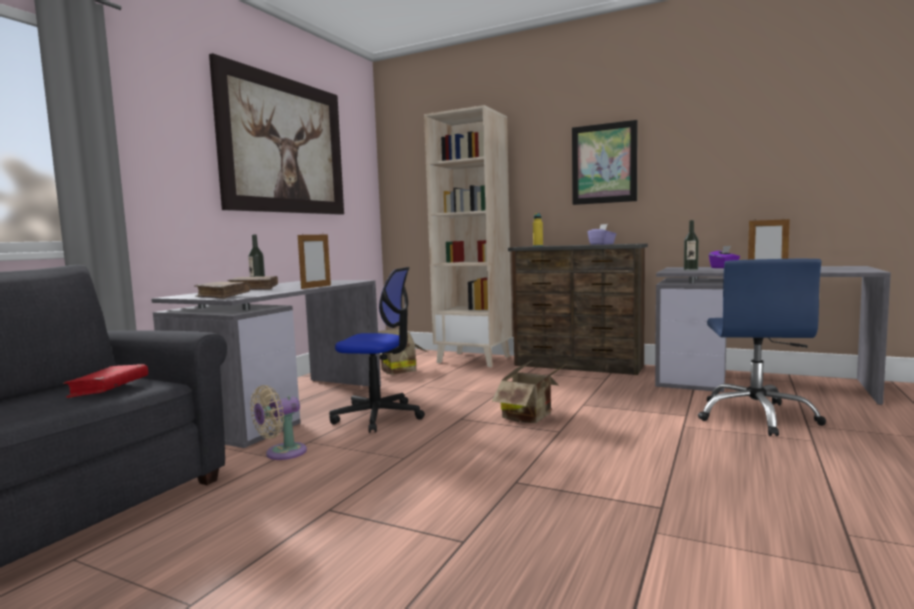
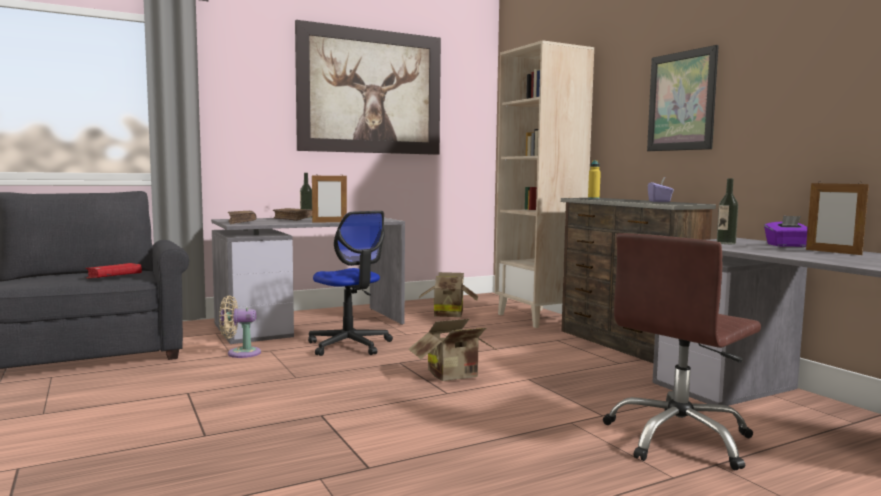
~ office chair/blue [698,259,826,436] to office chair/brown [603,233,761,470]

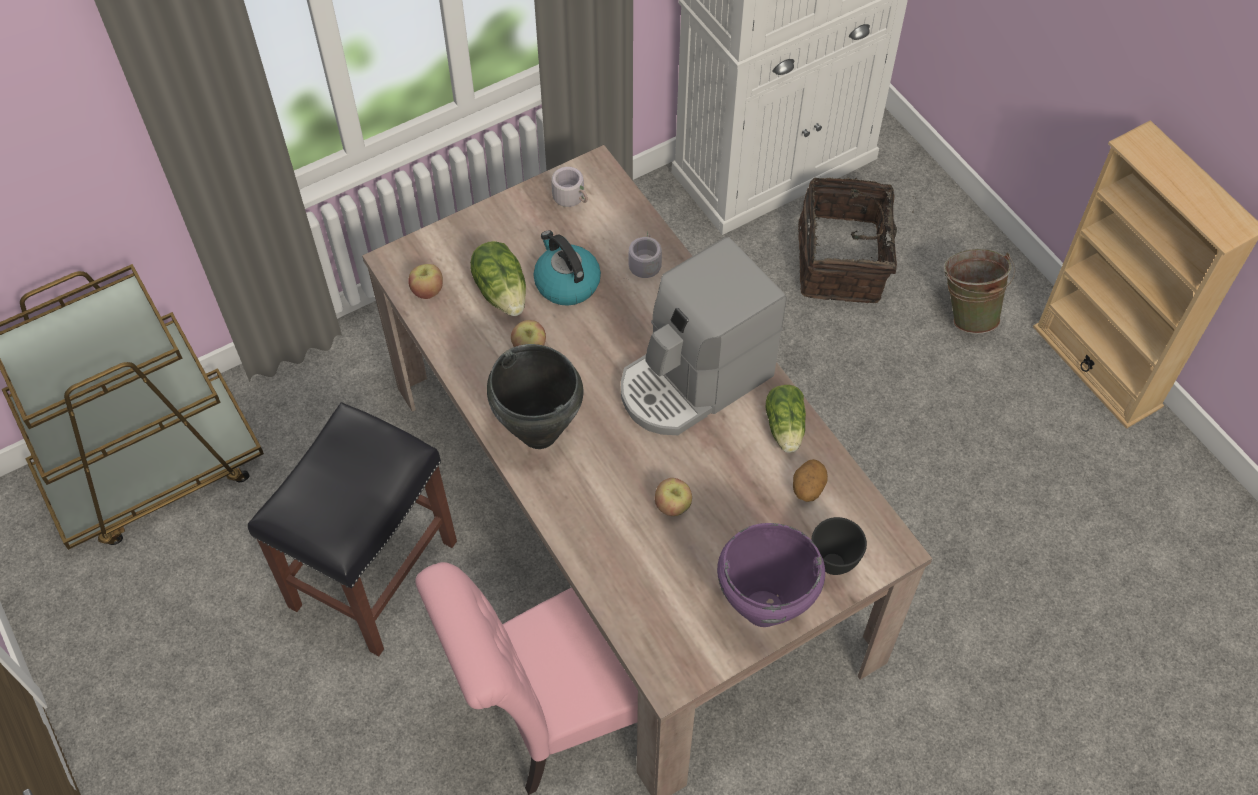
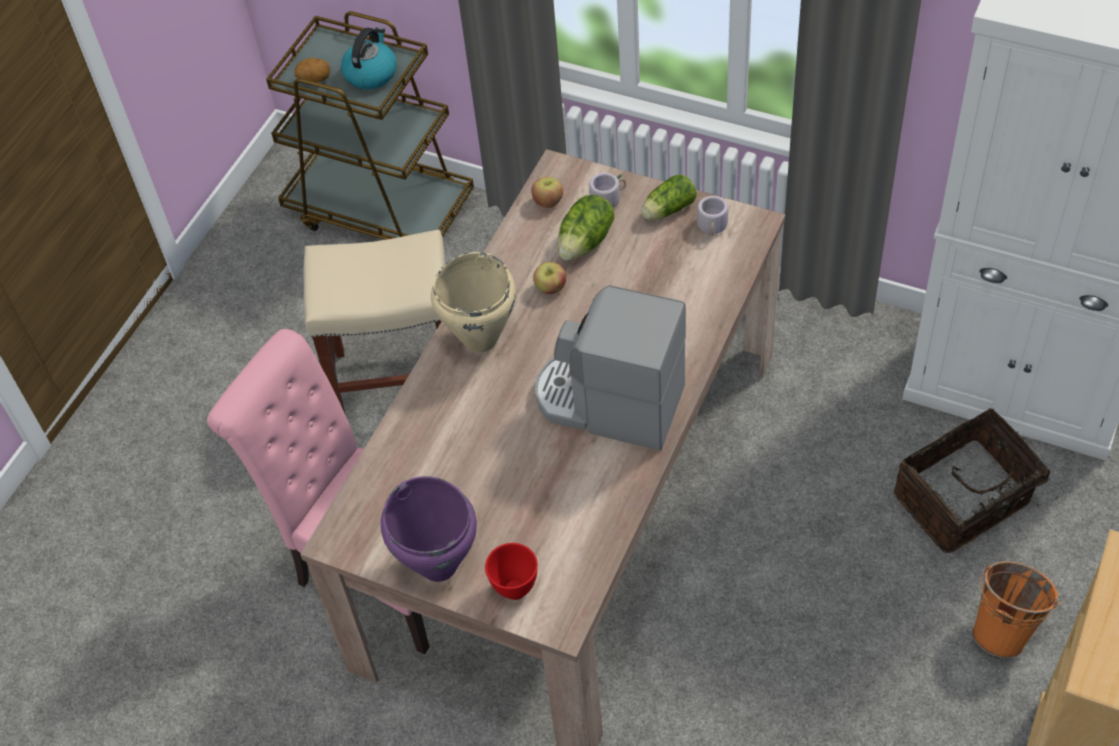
~ stool/black-coloured [248,402,457,656] to stool/beige [304,230,445,415]
~ cooking pot/black-coloured [487,344,584,449] to cooking pot/beige [431,252,516,353]
~ kettle [533,230,601,306] to [341,27,397,89]
~ mug/gray [624,231,662,279] to [583,173,626,208]
- apple fruit [655,478,692,516]
~ lettuce head [765,385,806,453] to [641,175,697,220]
~ potato [793,459,828,502] to [295,58,330,83]
~ bowl/black-coloured [812,517,867,575] to bowl/red-coloured [485,543,538,600]
~ pail/greenish [943,249,1015,334] to pail/orangey [972,561,1060,658]

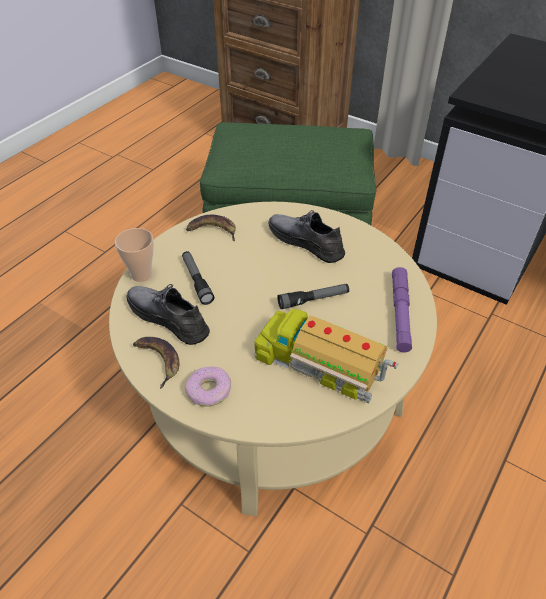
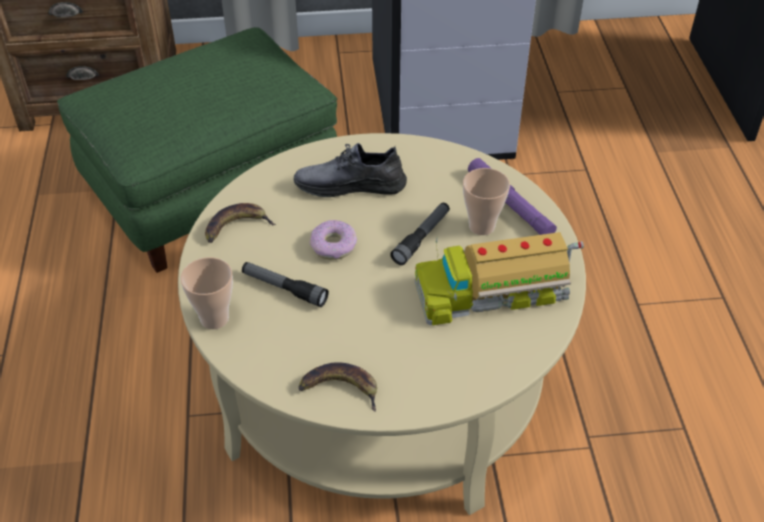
- item of footwear/gray [127,284,210,345]
~ ring doughnut [185,367,231,407] to [310,220,357,260]
+ small cup [463,168,510,235]

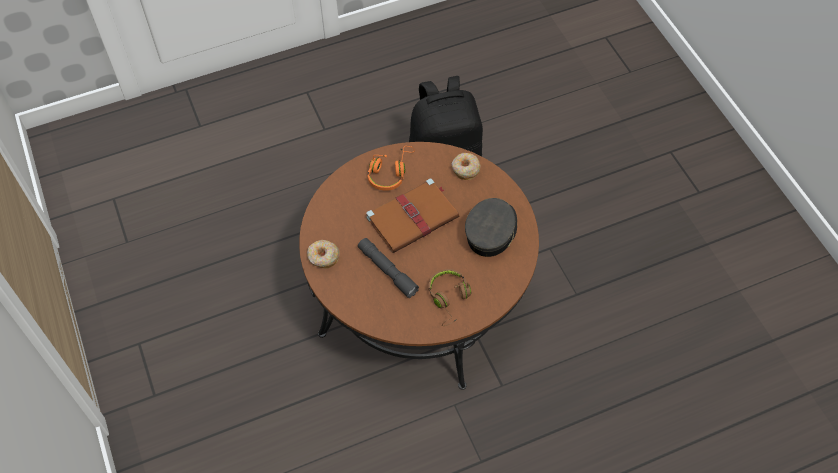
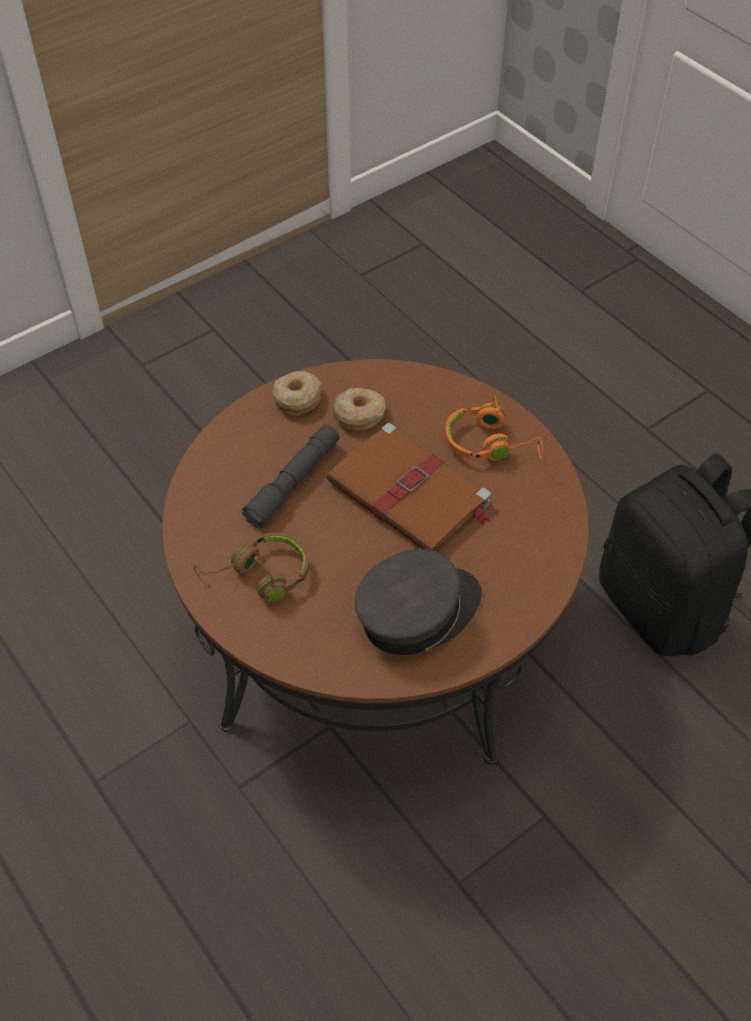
~ ring doughnut [452,153,481,180] to [332,388,386,430]
~ peaked cap/gray [465,198,517,257] = [355,549,482,655] 45 degrees counterclockwise

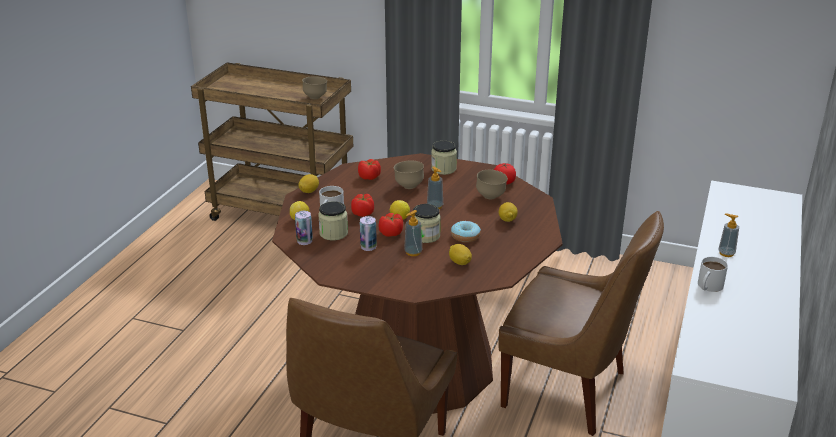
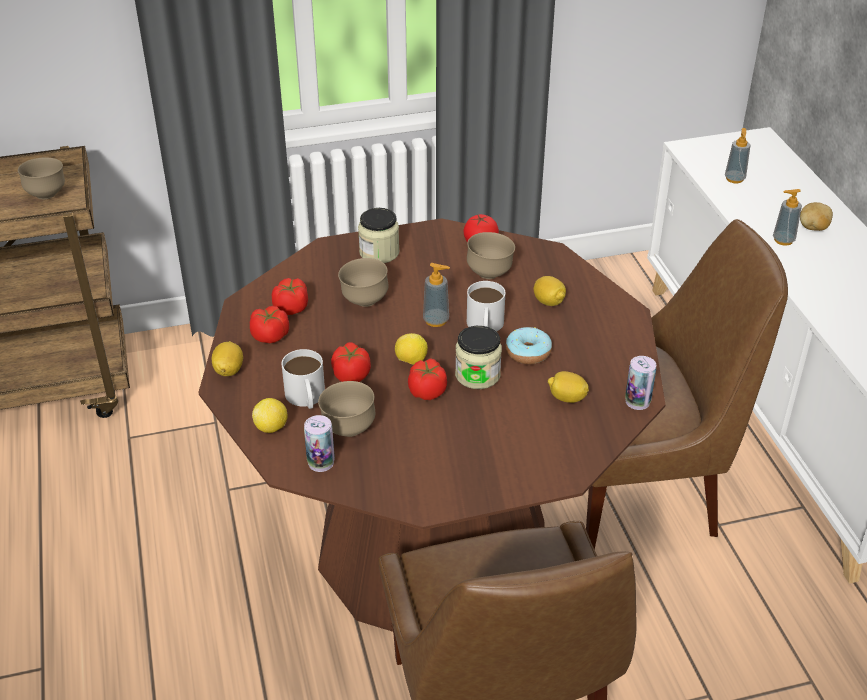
~ preserve jar [318,201,348,241] to bowl/brown [318,381,376,437]
~ sealed can [360,216,377,251] to [625,356,656,410]
~ liquid soap bottle [404,210,422,256] to [725,128,751,183]
~ mug/white-coloured [698,257,728,292] to [467,281,505,332]
+ tomato [250,306,289,343]
+ potato [800,202,833,231]

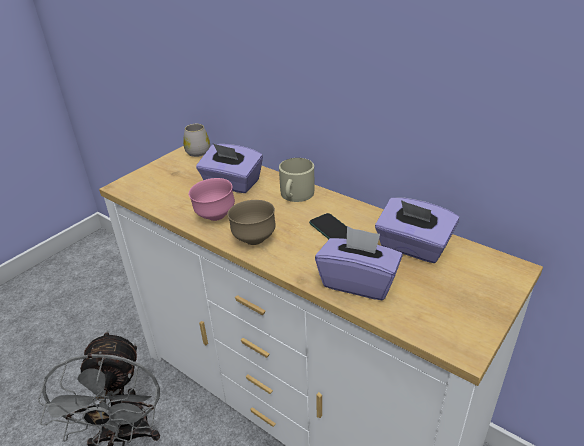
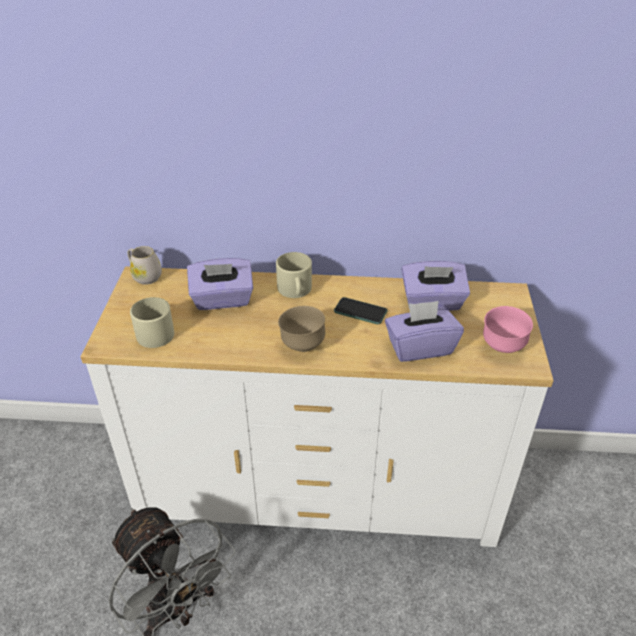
~ bowl/pink [189,178,235,221] to [483,306,533,353]
+ mug/beige [130,297,174,348]

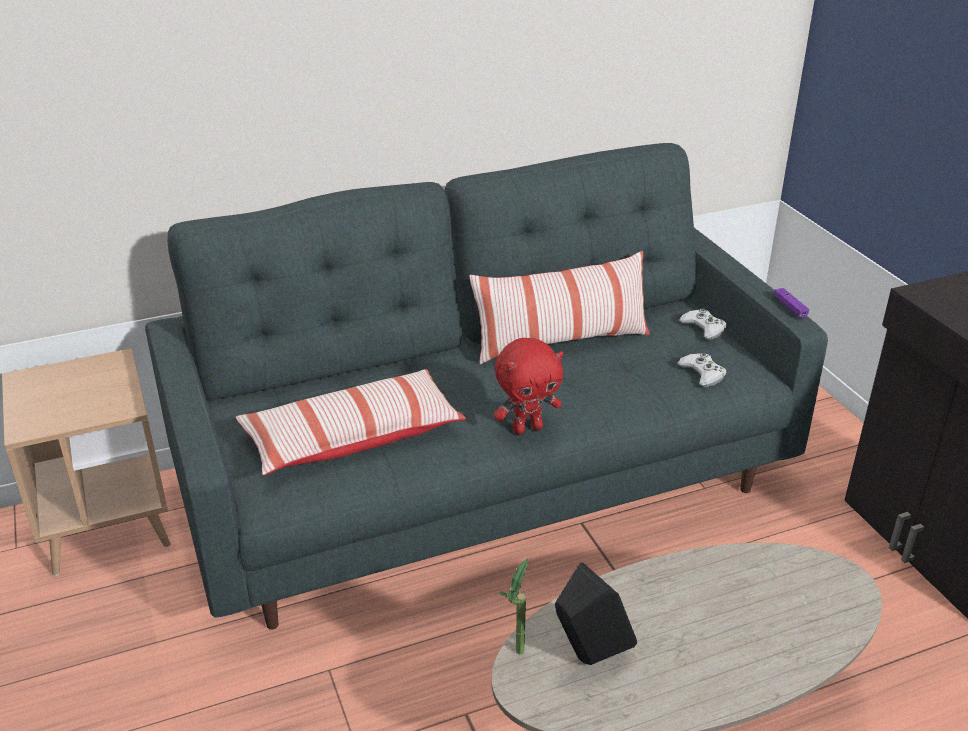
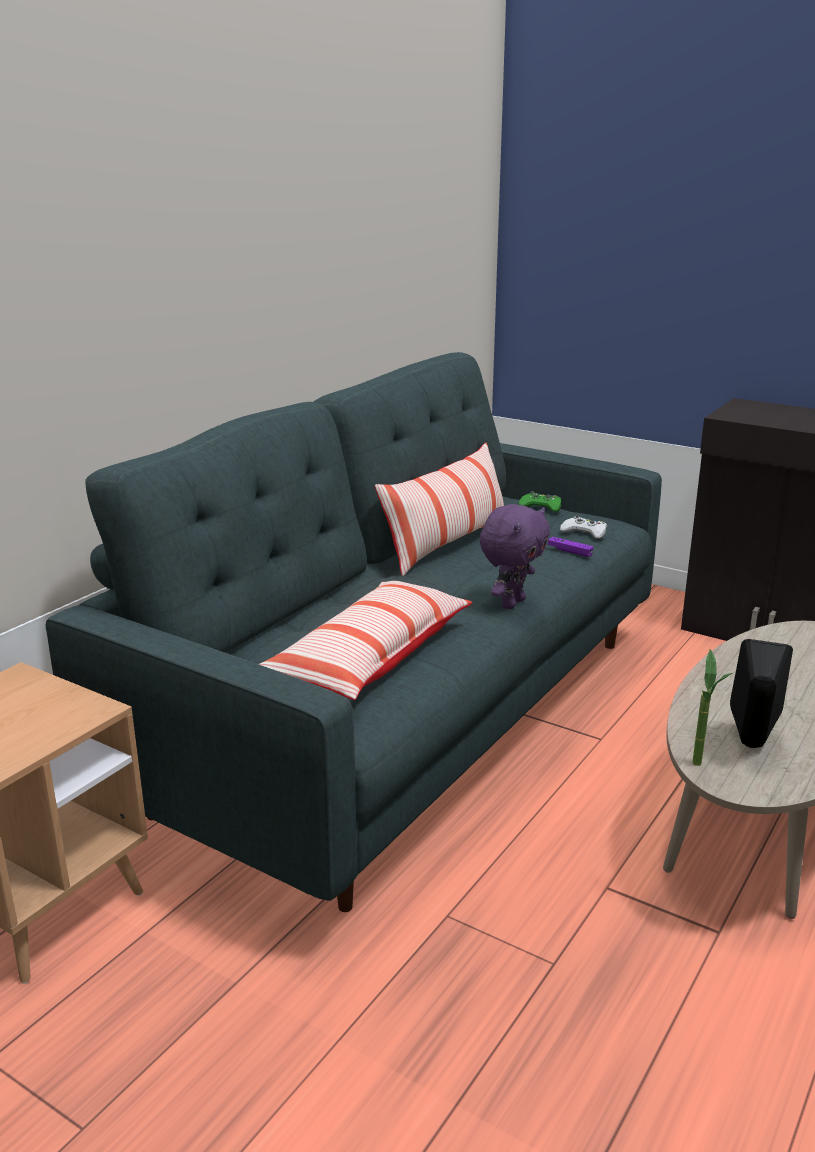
~ plush toy/red-coloured [494,338,564,434] to plush toy/purple-coloured [480,504,550,609]
~ joypad/white-coloured [679,308,727,340] to joypad/greenish [518,491,561,512]
~ joypad/purple-coloured [774,288,809,318] to [548,537,593,557]

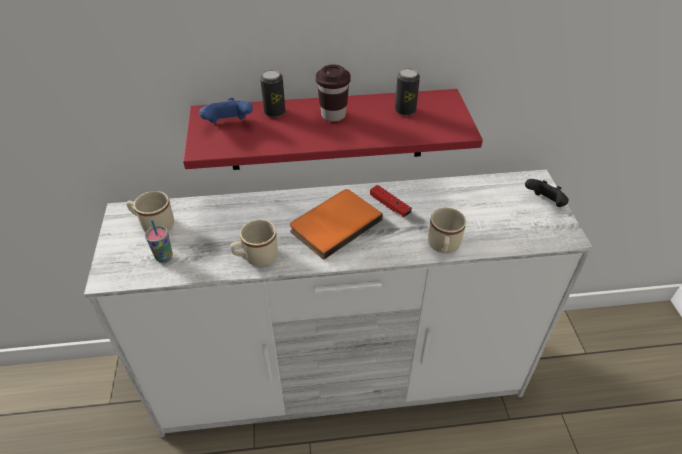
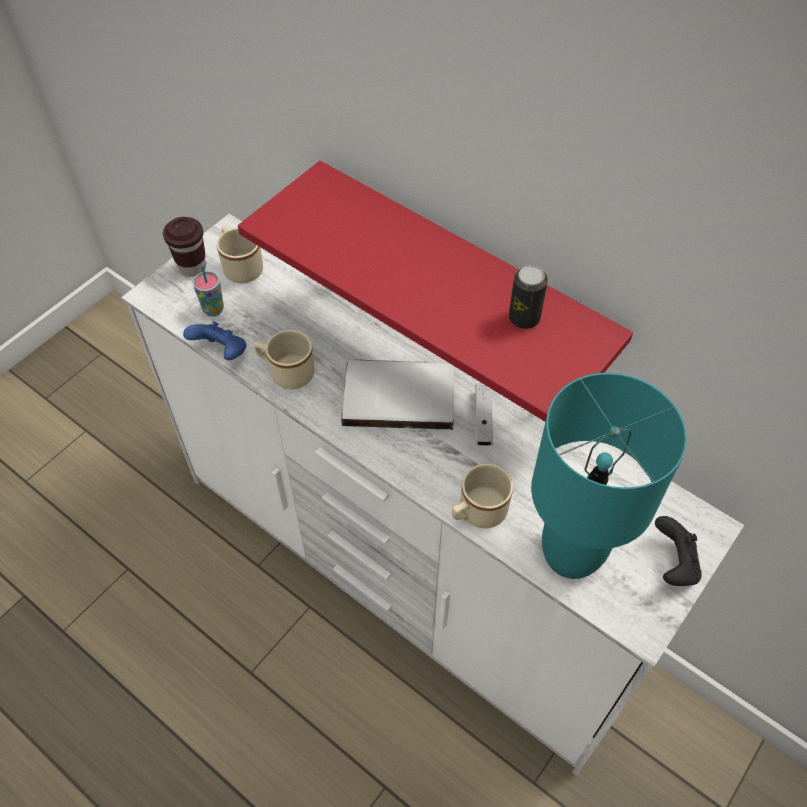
~ joypad/blue [199,98,253,123] to [183,321,246,360]
- sealed can [260,70,285,118]
~ bound book/orangey [290,189,383,260] to bound book/white-coloured [341,360,454,430]
~ small cup/brown [316,64,351,122] to [163,217,206,277]
~ joypad/red-coloured [370,185,412,217] to joypad/white-coloured [475,383,493,446]
+ tabletop lamp/turquoise-coloured [531,373,687,579]

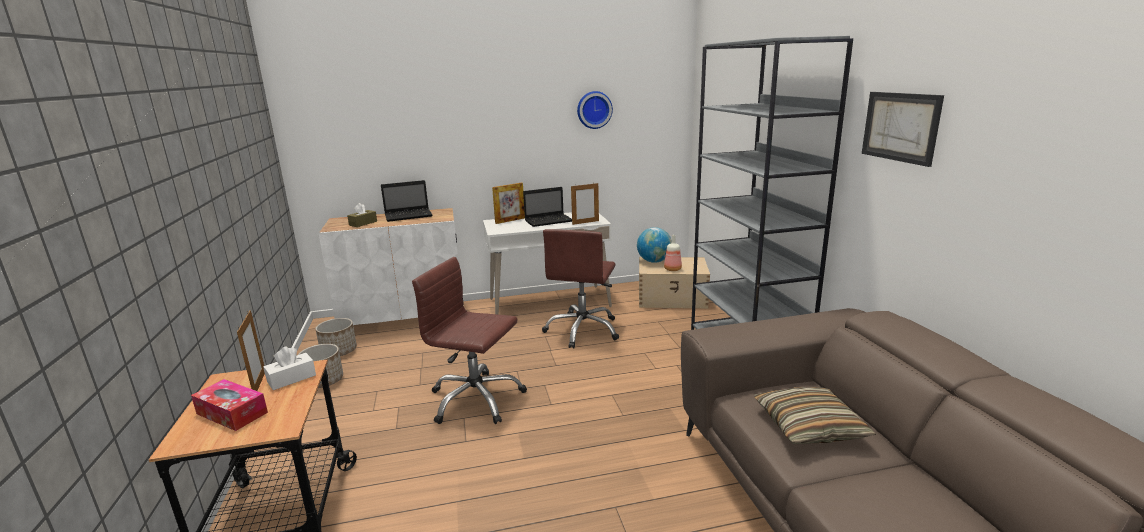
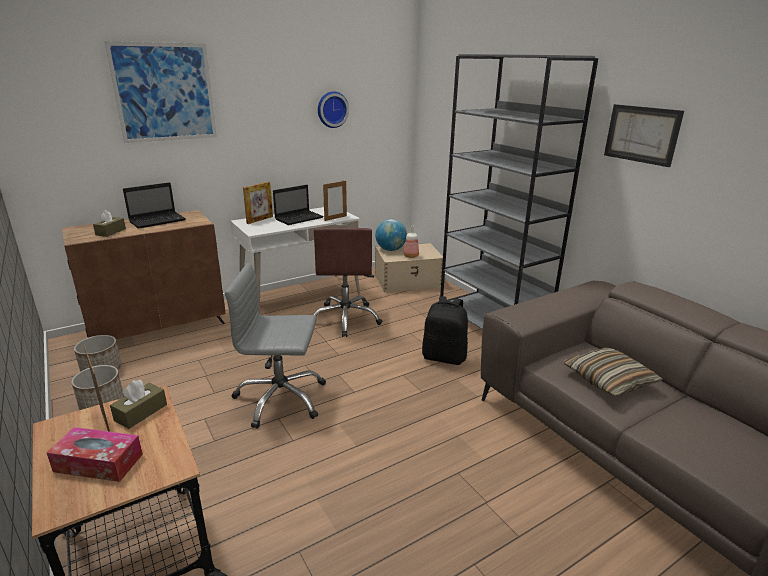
~ tissue box/white-coloured [263,347,316,390] to tissue box/brown [110,380,167,429]
~ storage cabinet/white-coloured [319,208,464,325] to storage cabinet/brown [62,210,225,339]
~ office chair/brown [412,257,527,424] to office chair/gray [225,263,326,429]
+ picture [104,41,217,143]
+ backpack/black-coloured [422,296,468,365]

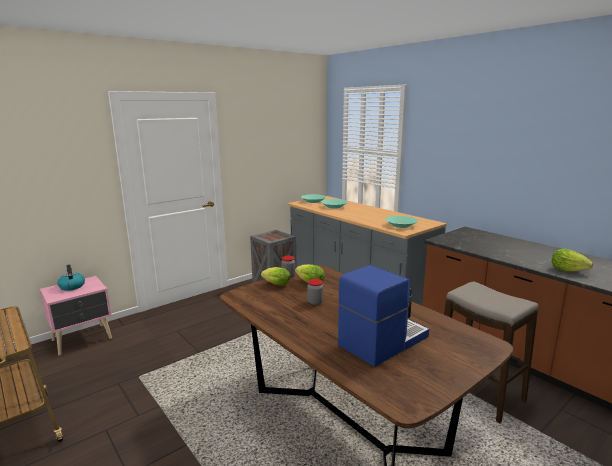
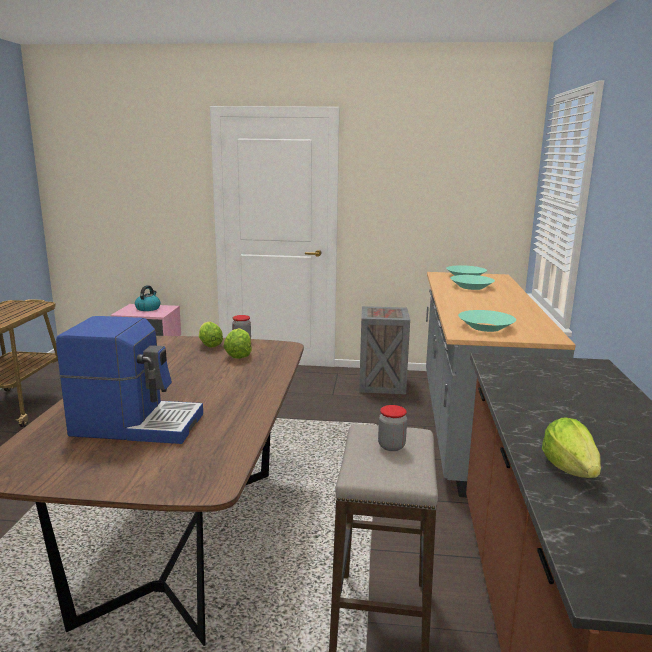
~ preserve jar [307,279,323,305] to [378,405,407,451]

